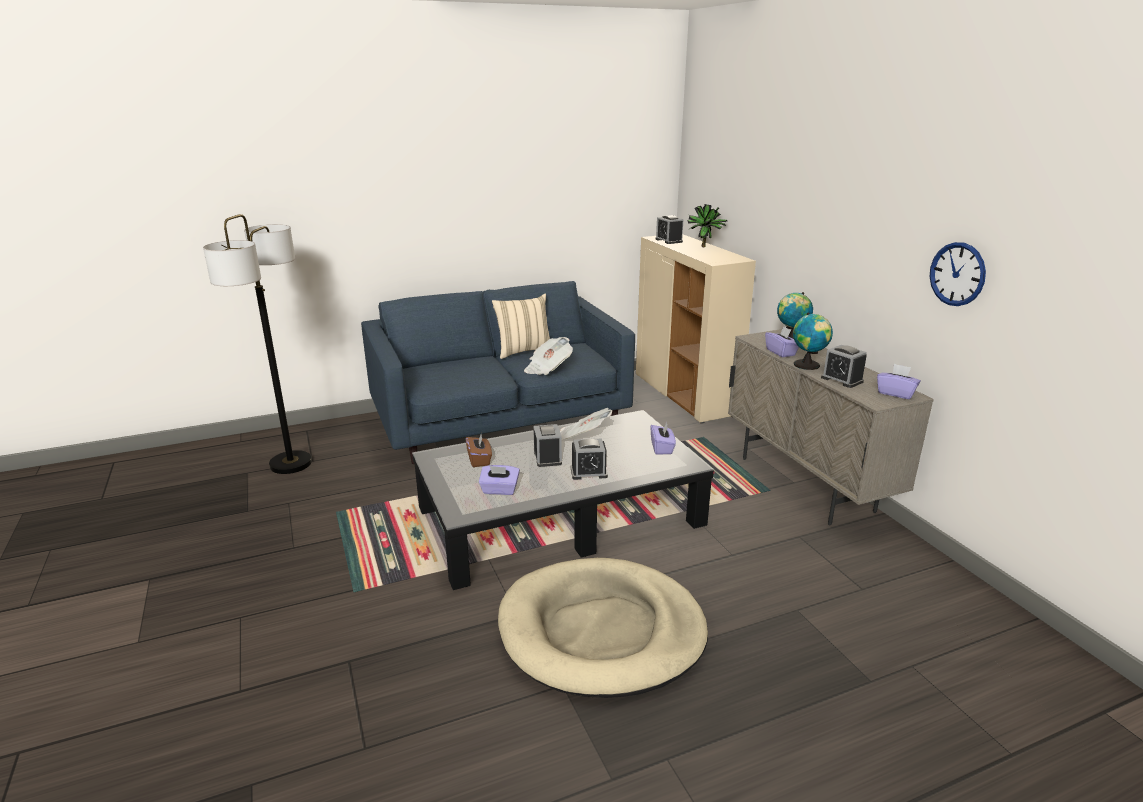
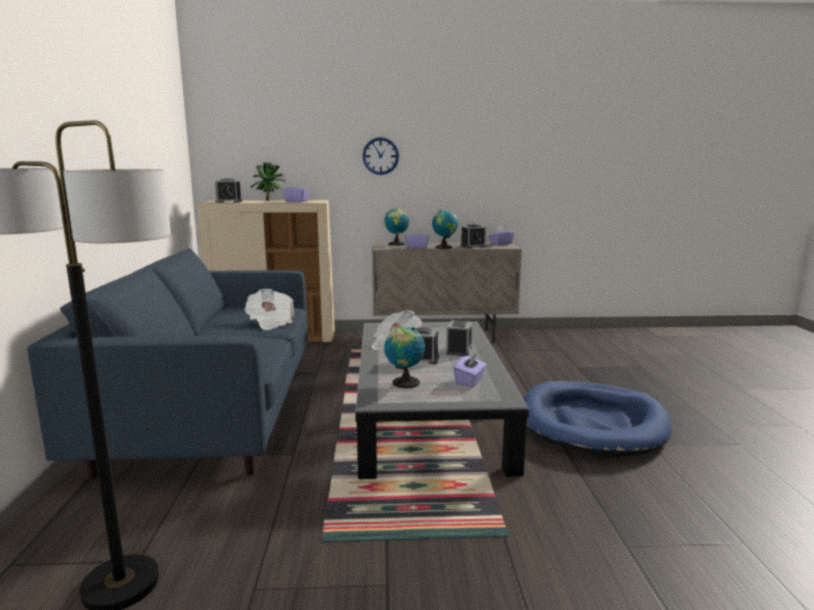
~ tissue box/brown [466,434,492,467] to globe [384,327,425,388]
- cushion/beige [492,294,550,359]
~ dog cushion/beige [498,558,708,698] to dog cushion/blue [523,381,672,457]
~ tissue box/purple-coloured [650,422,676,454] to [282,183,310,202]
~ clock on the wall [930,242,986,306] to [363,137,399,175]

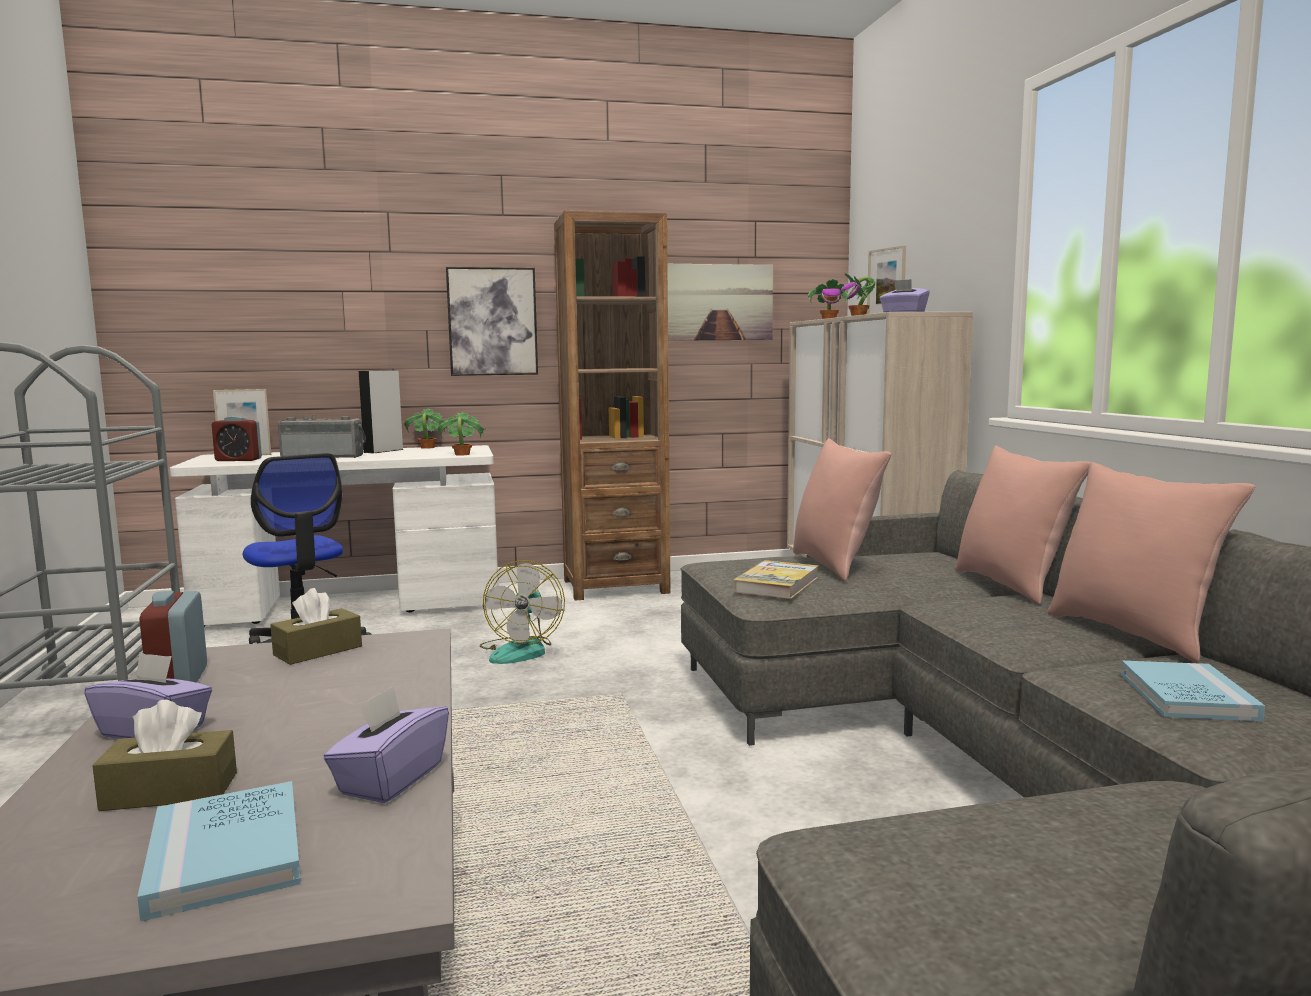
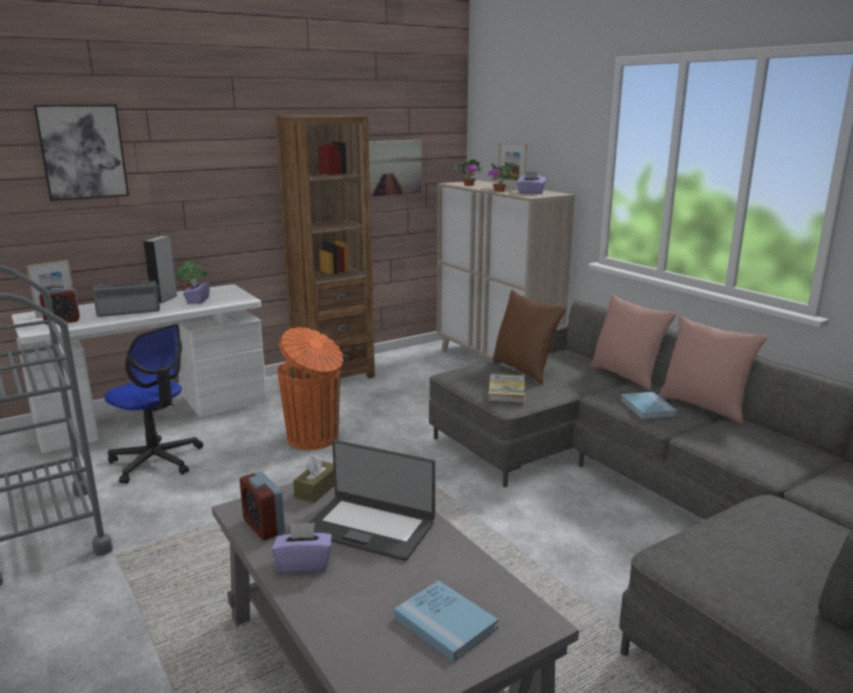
- tissue box/brown [92,700,237,811]
~ tissue box/purple-coloured [323,686,449,803] to [183,278,210,304]
- plant in a pot [437,412,486,455]
~ picture [446,267,538,376] to [34,105,129,201]
~ fan [480,560,565,664] to rubbish bin/orangey [277,327,343,450]
~ cushion/pink [793,438,891,581] to cushion/brown [492,290,566,384]
~ bound book/blue [1121,661,1265,721] to [620,392,677,419]
+ laptop [309,440,435,561]

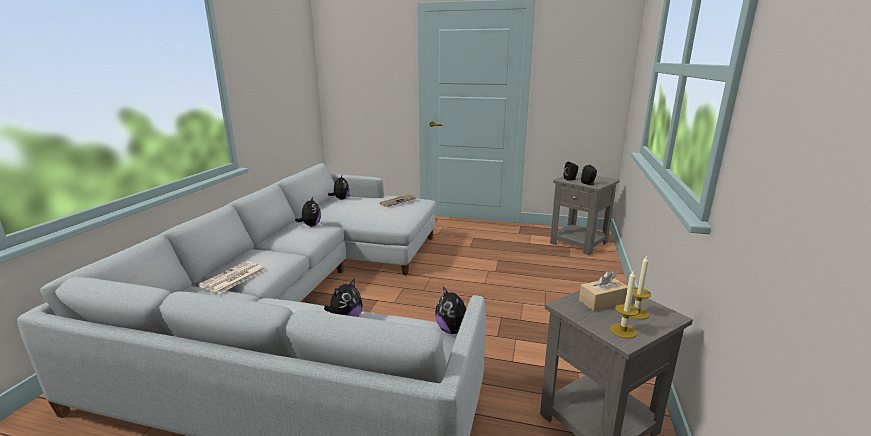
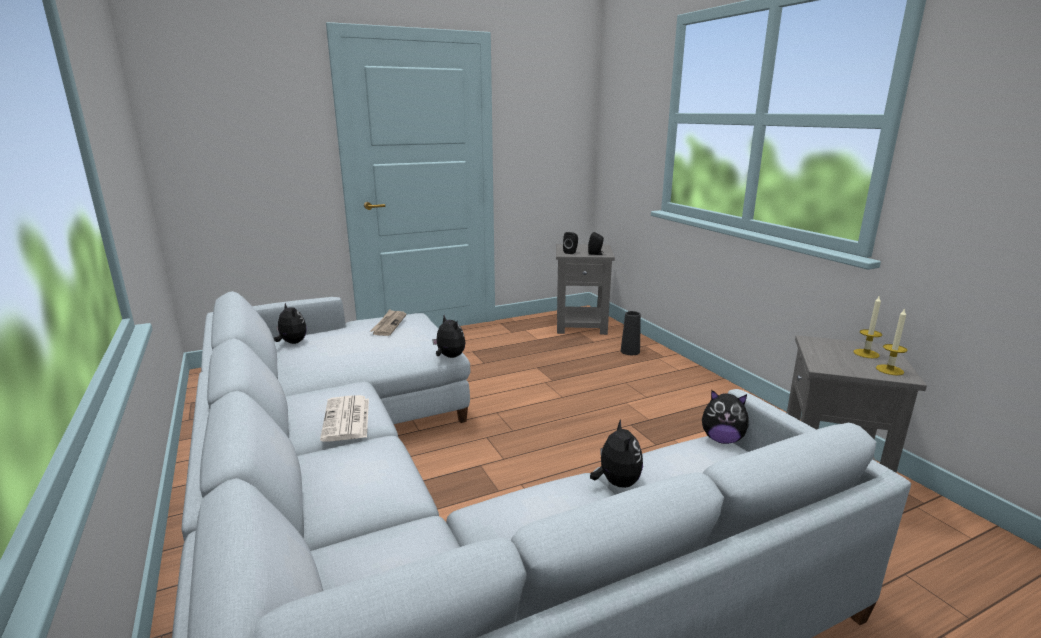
~ newspaper [198,261,266,294] to [320,395,369,442]
~ plush toy [295,197,321,226] to [432,315,466,358]
- tissue box/beige [579,270,628,311]
+ flower vase/black-coloured [621,311,641,355]

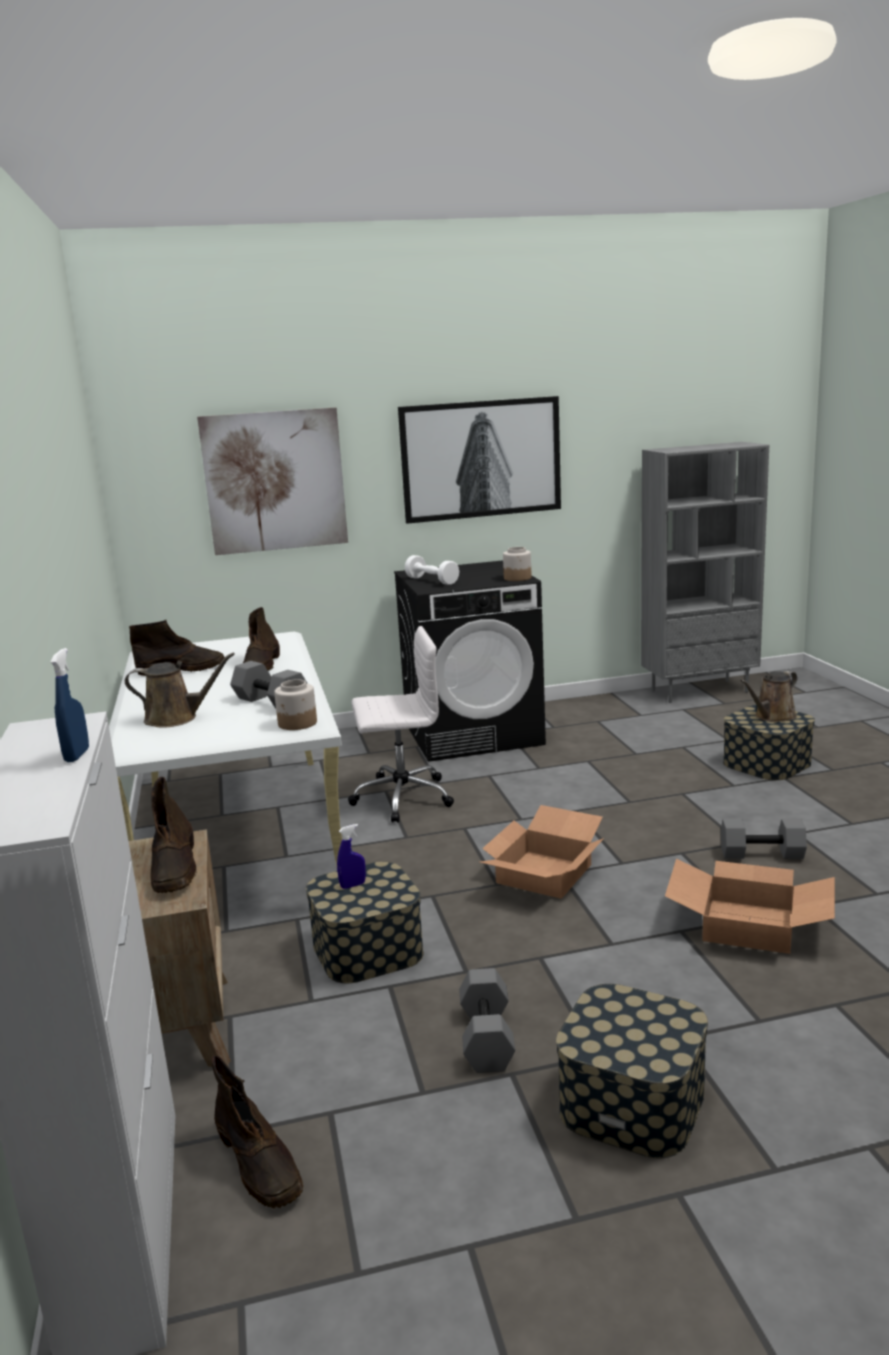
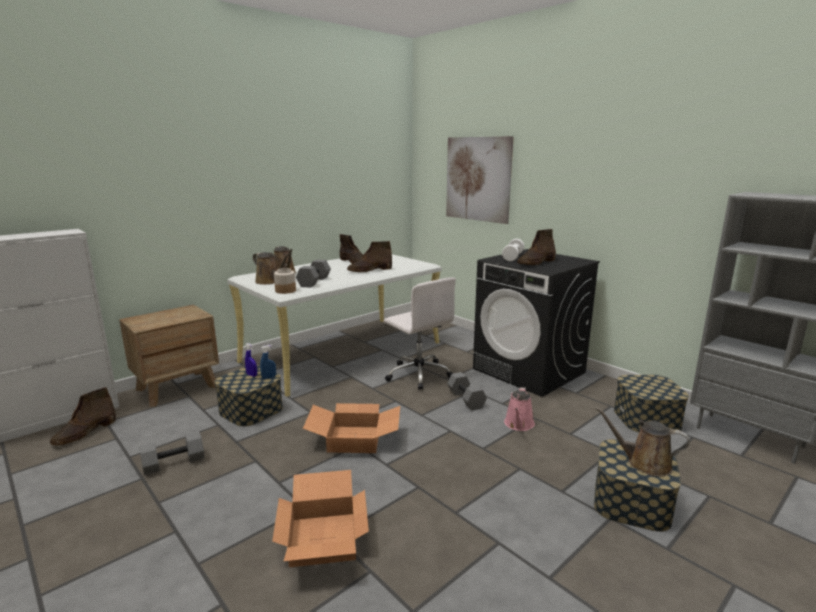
~ spray bottle/blue [51,648,89,762] to [260,345,276,379]
~ tall boot/brown [150,777,197,893] to [517,229,556,265]
- picture [398,396,561,524]
- preserve jar [503,547,532,581]
~ storage box [556,984,708,1158] to [614,375,689,433]
~ dumbbell/gray [721,819,807,859] to [447,372,487,410]
+ sprinkling can/brown [253,252,290,285]
+ sprinkling can/pink [504,387,535,431]

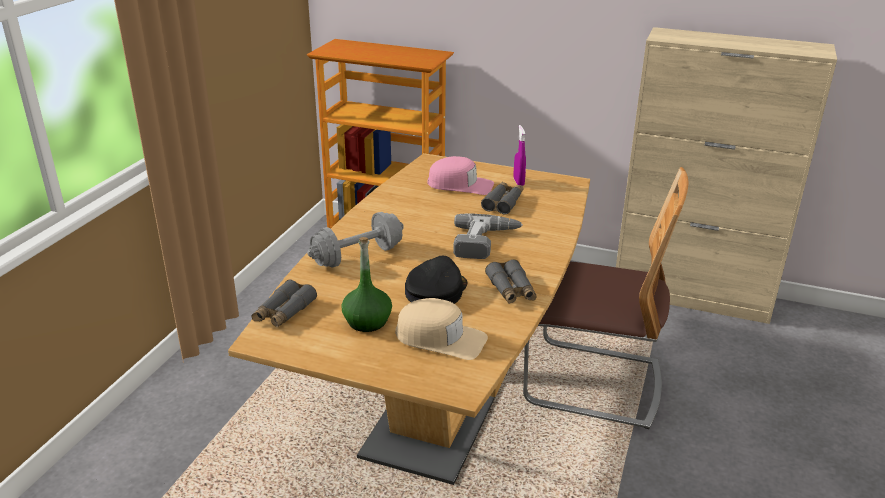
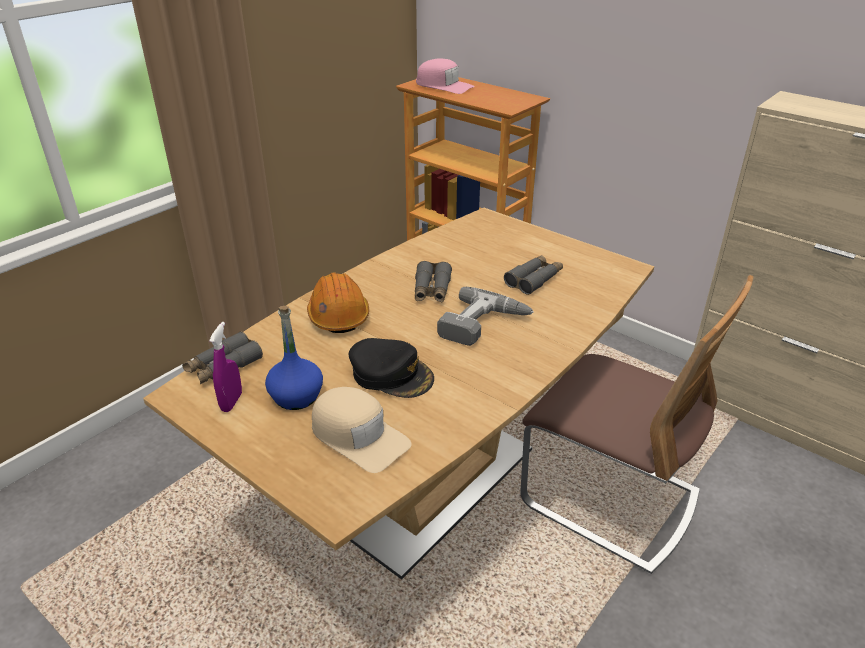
~ dumbbell/gray [307,212,404,267] to work helmet/orangey [307,272,369,333]
~ bottle/greenish [341,237,392,332] to bottle/blue [265,306,323,410]
~ peaked cap/black-coloured [405,256,467,304] = [349,338,434,398] 75 degrees clockwise
~ peaked cap/pink [427,156,494,195] to [416,58,475,94]
~ pair of binoculars/gray [485,259,537,304] to [415,261,452,302]
~ spray bottle/purple-coloured [514,125,526,186] to [209,322,242,412]

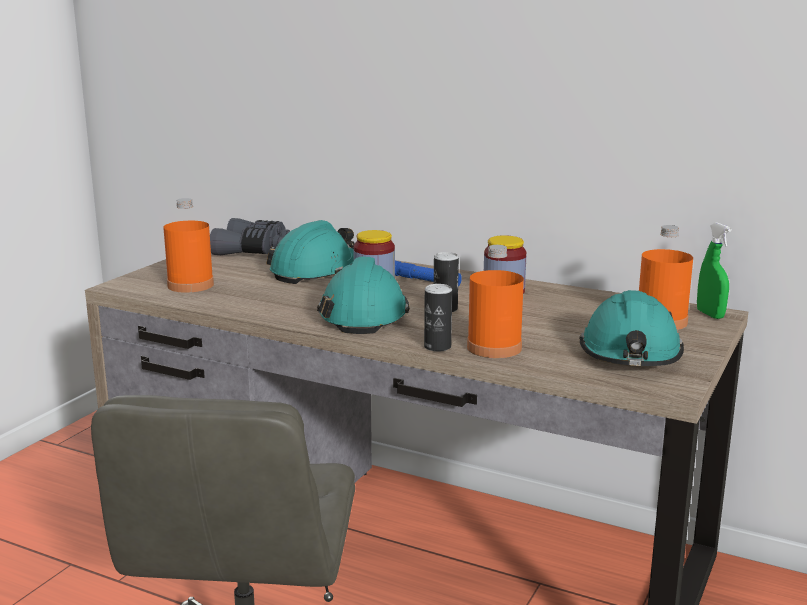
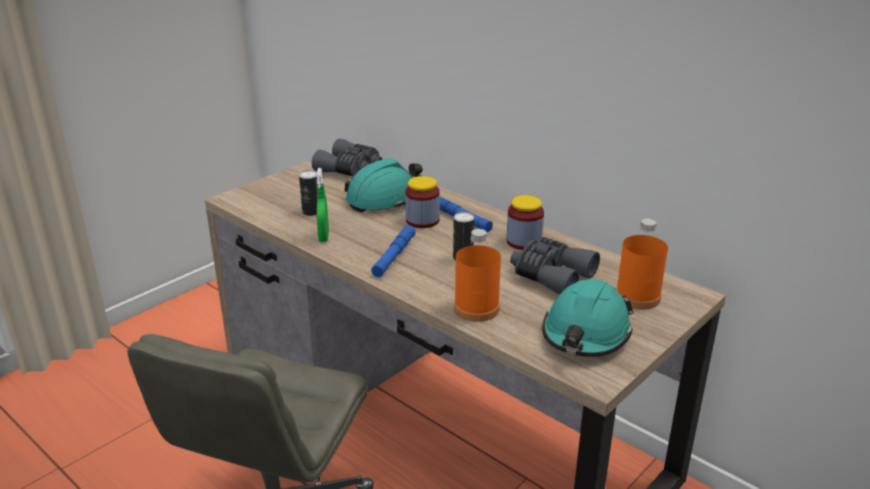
- bottle/orangey [163,198,214,293]
~ work helmet/turquoise-coloured [317,257,410,334] to hand torch/blue [371,225,416,277]
~ sealed can [424,284,452,352] to [299,170,318,216]
~ spray bottle/greenish [697,222,731,319] to [316,168,329,242]
+ pair of binoculars/gray [510,237,600,295]

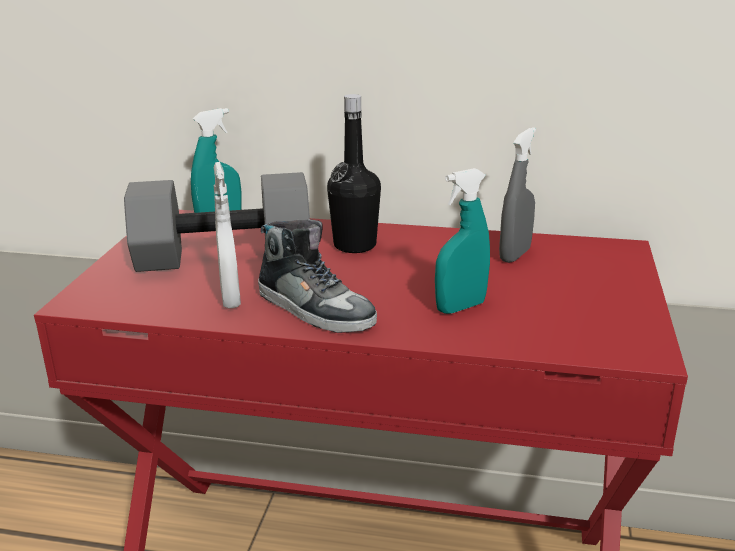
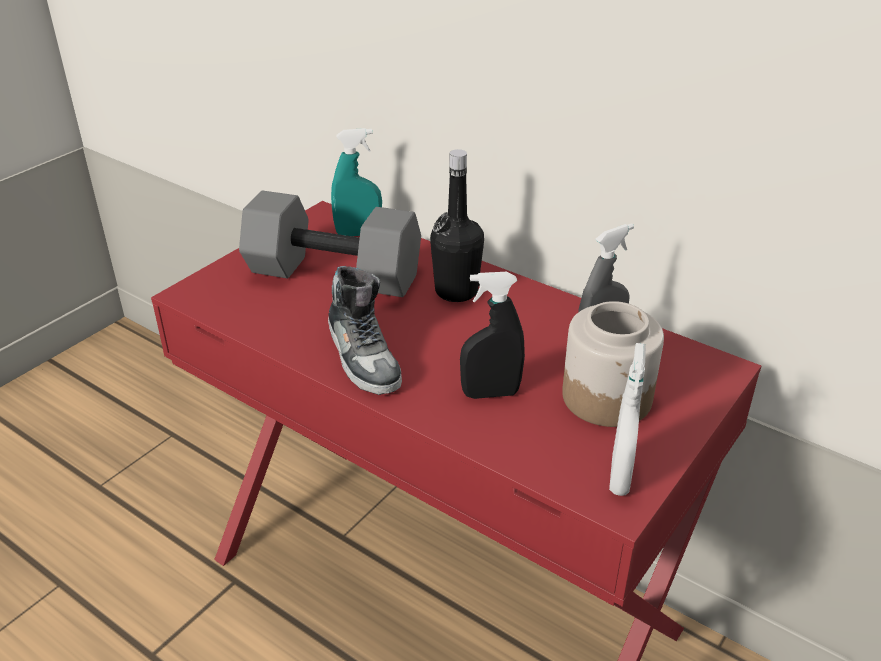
~ spray bottle/white-coloured [214,162,241,309] to [609,343,646,496]
~ spray bottle/turquoise-coloured [435,168,490,314] to spray bottle/black-coloured [460,272,525,399]
+ preserve jar [562,301,664,427]

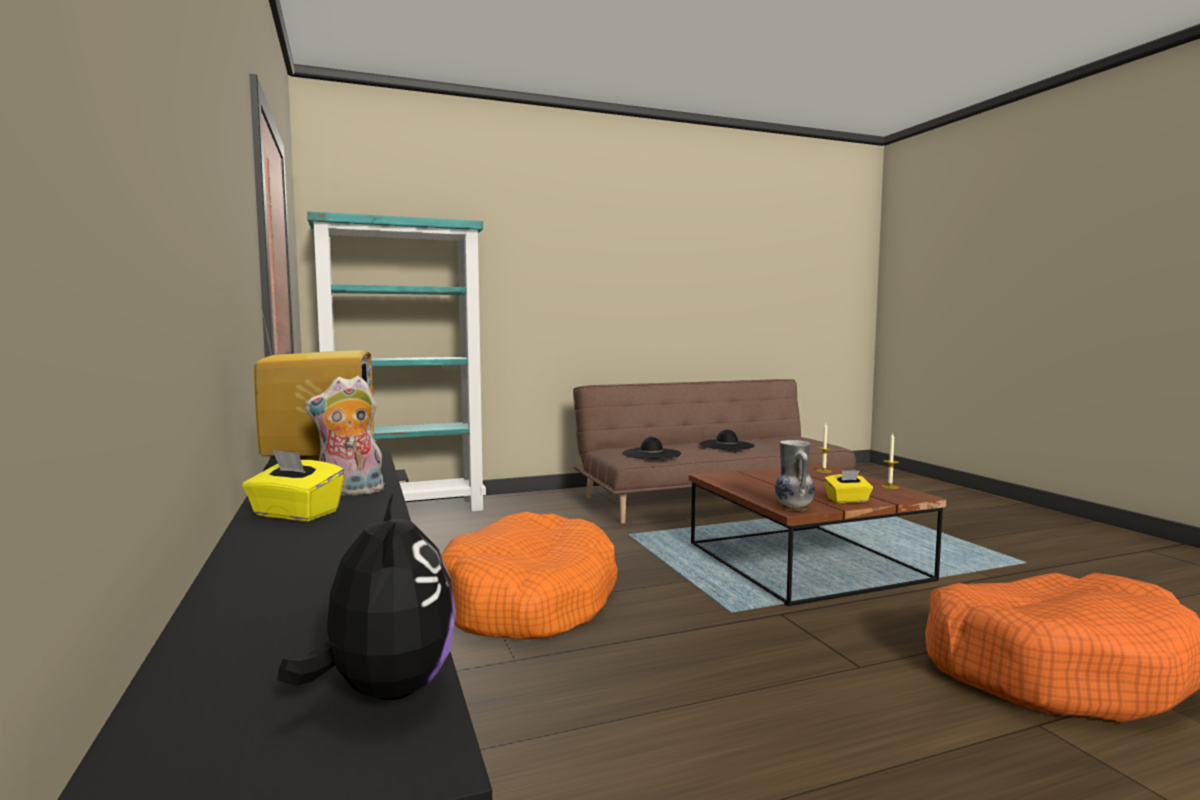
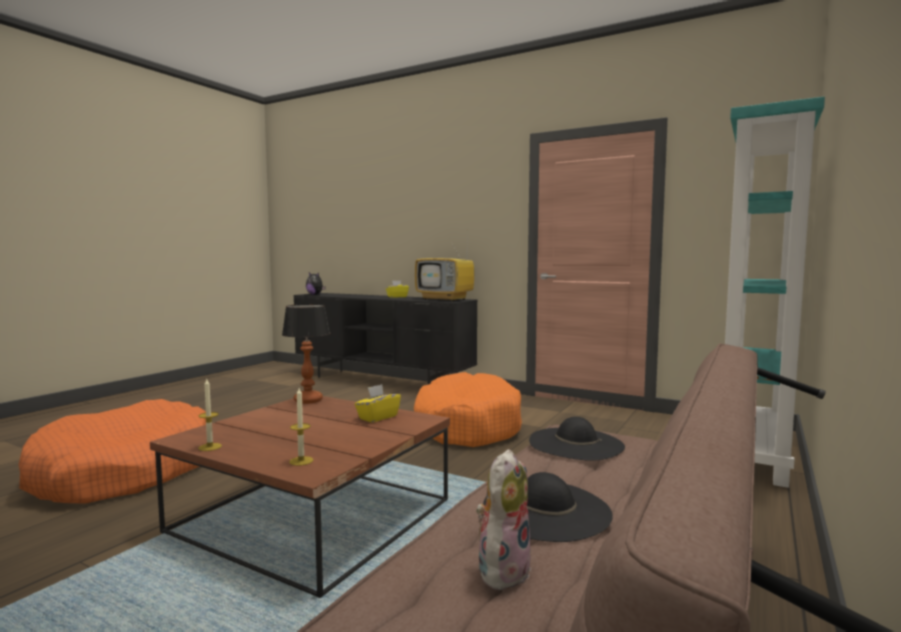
~ plush toy [305,376,385,497] to [476,449,532,590]
~ flower vase [775,440,815,511] to tabletop lamp [282,304,330,404]
~ tissue box/yellow-coloured [824,470,873,503] to [355,384,401,423]

